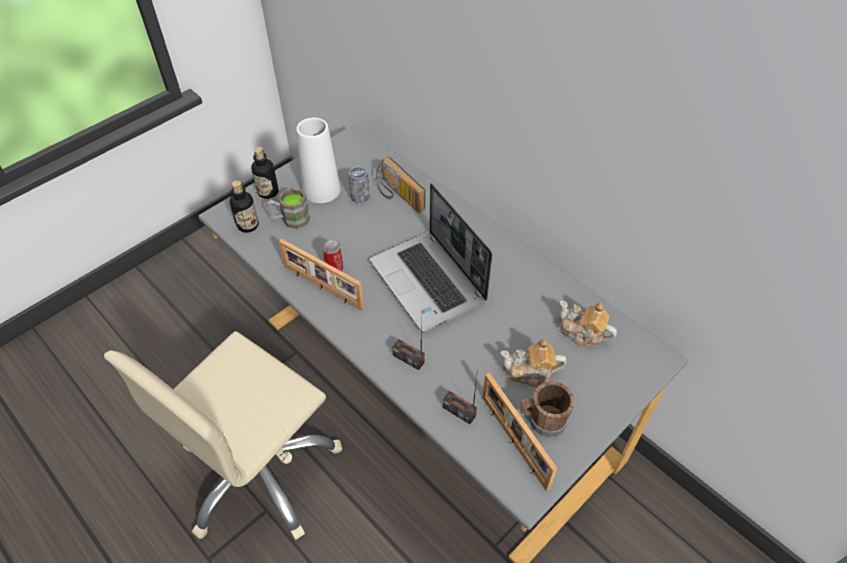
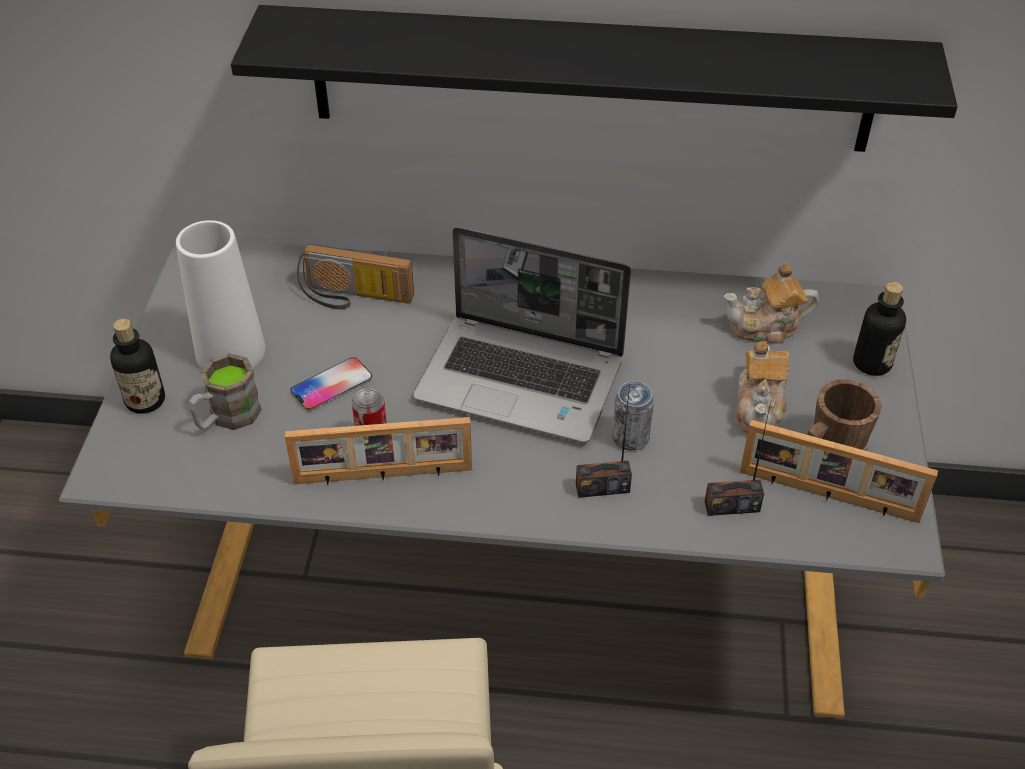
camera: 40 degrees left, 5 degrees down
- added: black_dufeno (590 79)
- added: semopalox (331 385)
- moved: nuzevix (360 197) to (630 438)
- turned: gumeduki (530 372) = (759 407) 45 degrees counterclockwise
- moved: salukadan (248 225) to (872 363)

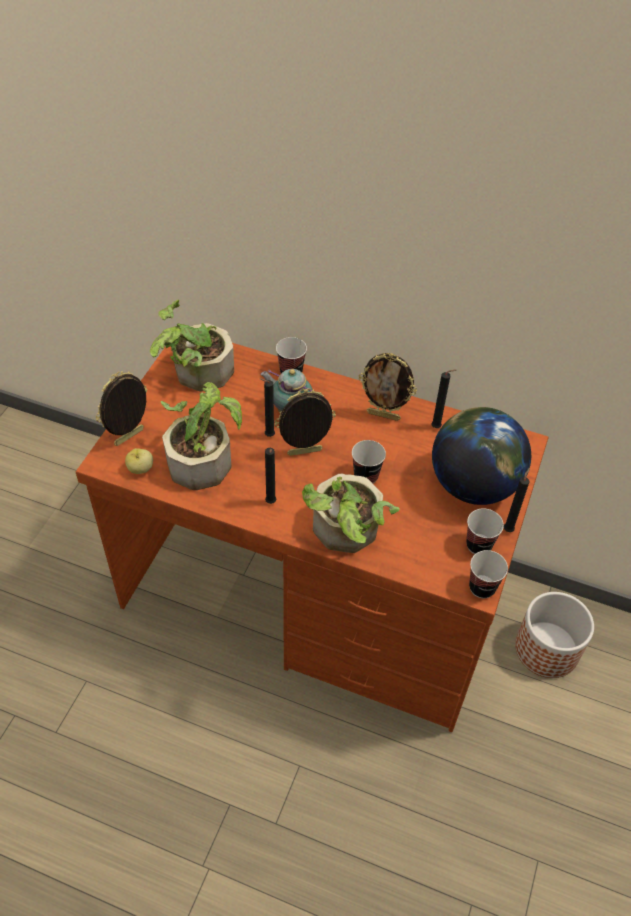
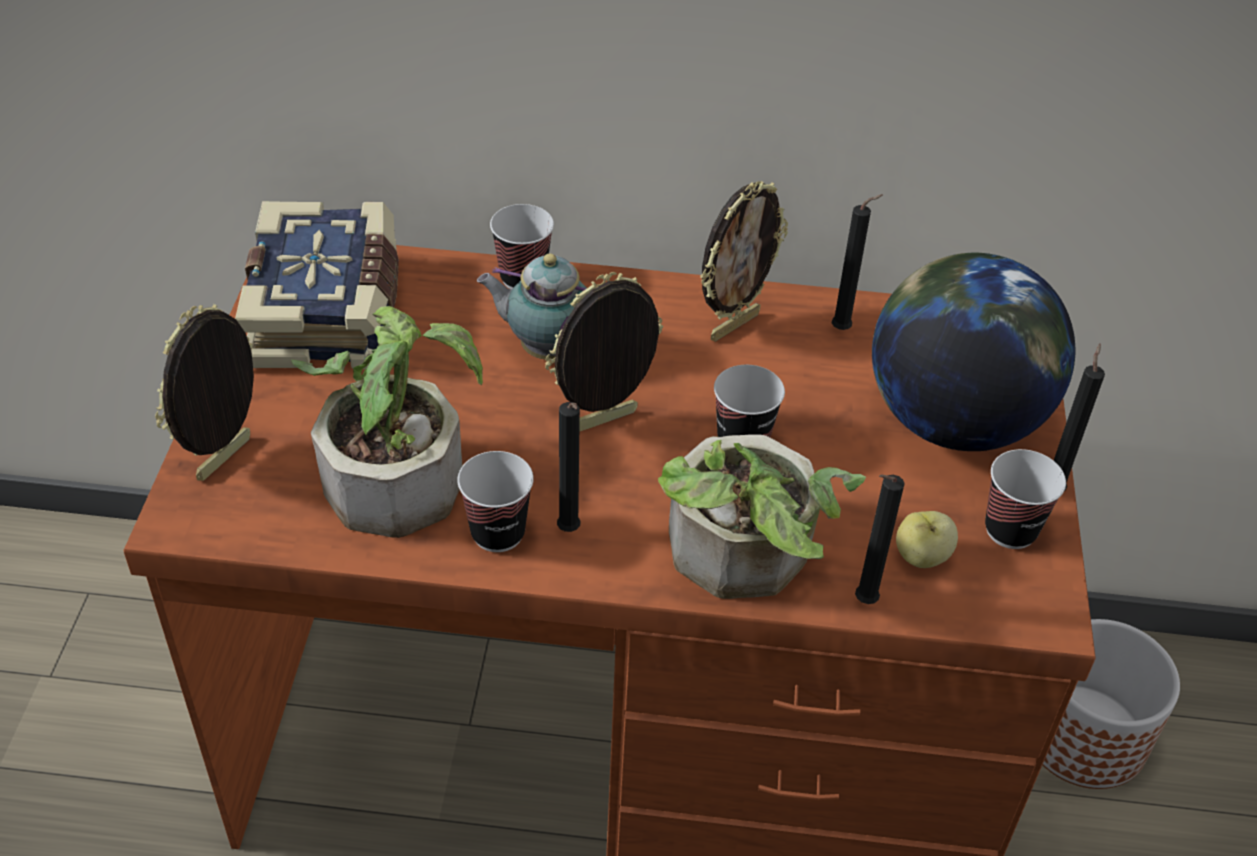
camera: 15 degrees left, 5 degrees down
- replaced: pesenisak (196 373) to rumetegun (329 311)
- moved: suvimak (482 587) to (498 533)
- turned: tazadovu (383 415) = (733 325) 45 degrees counterclockwise
- moved: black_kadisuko (268 435) to (862 602)
- moved: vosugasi (140 469) to (921 557)

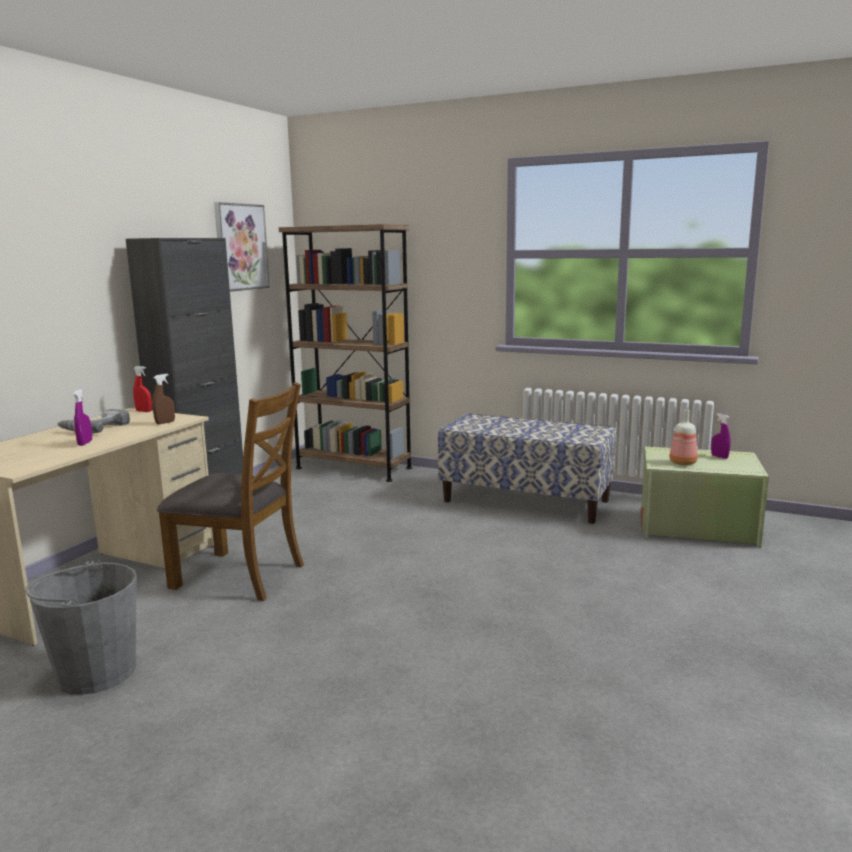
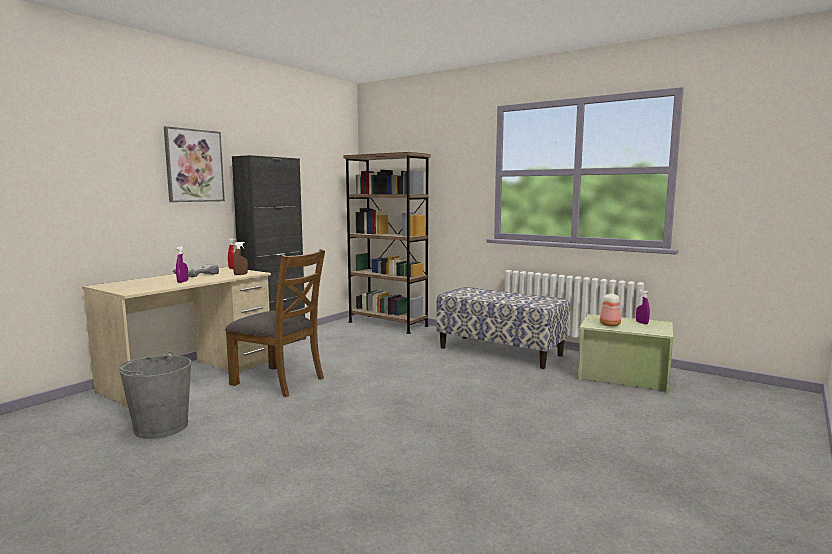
camera: 10 degrees right, 5 degrees down
- moved: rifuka (241 247) to (194 166)

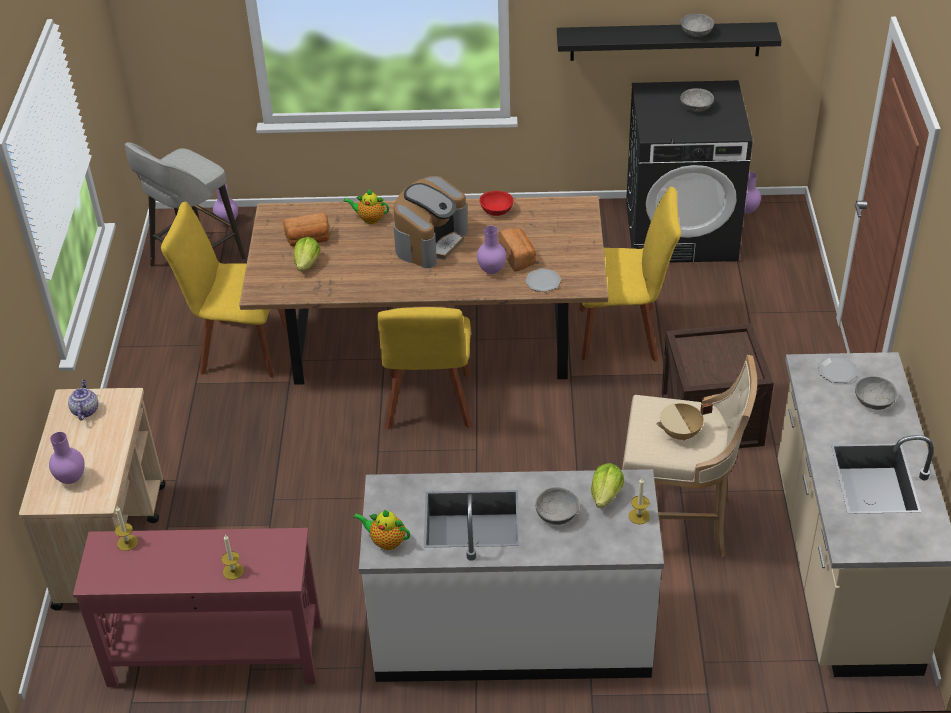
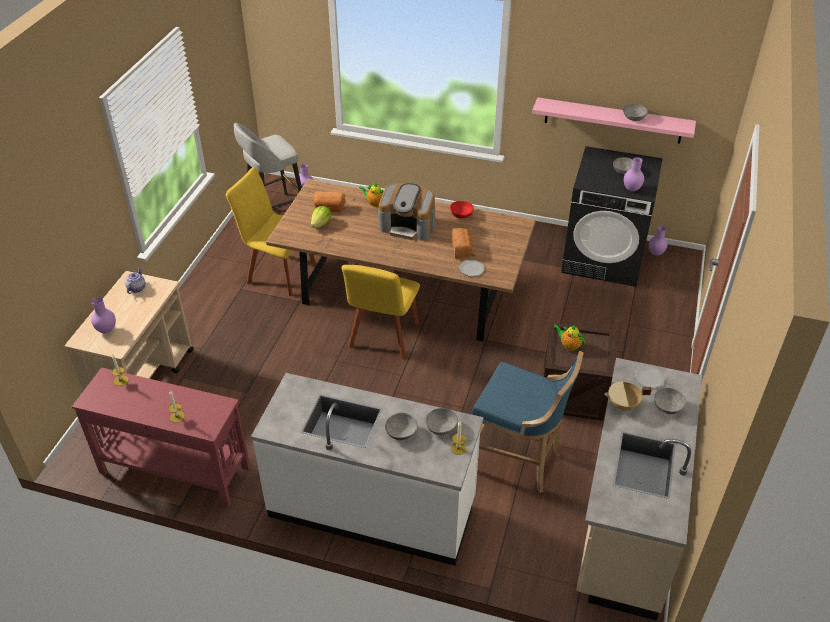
camera: 15 degrees right, 0 degrees up
- turned: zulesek (430 241) = (408 226) 60 degrees clockwise
- replaced: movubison (606 495) to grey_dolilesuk (442 427)
- recoloured: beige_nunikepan (677 524) to blue_nunikepan (518 461)
- recoloured: black_dufeno (665 41) to pink_dufeno (613 120)
- moved: gumeduki (386 541) to (569 345)
- moved: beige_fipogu (681 434) to (623 405)
- moved: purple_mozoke (492 271) to (632 189)
- removed: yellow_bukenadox (623 333)

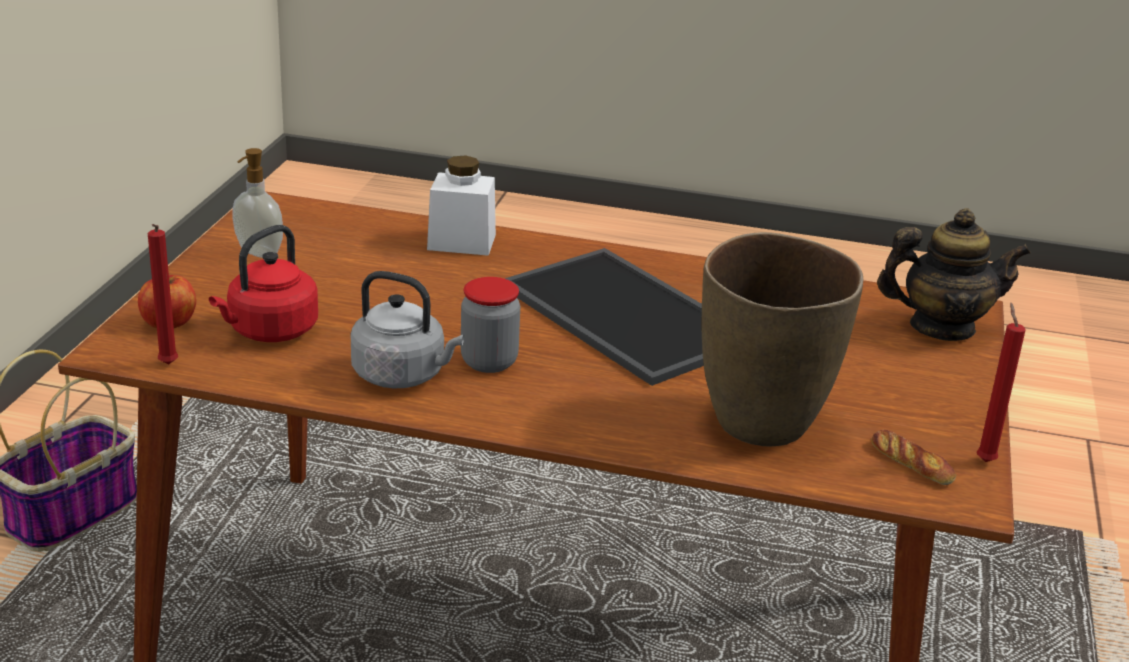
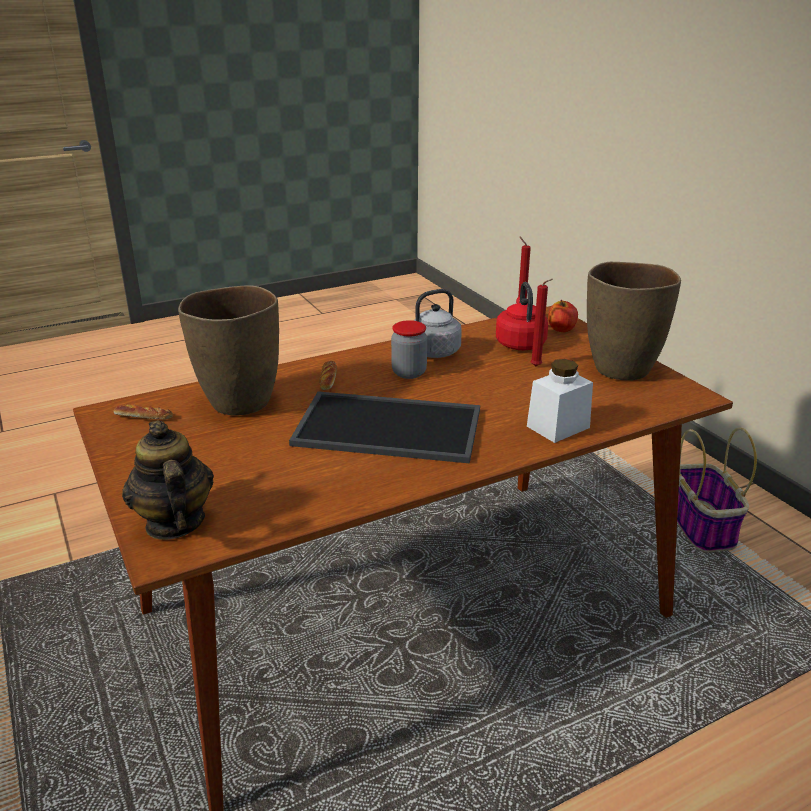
camera: 140 degrees right, 0 degrees up
- turned: gumeduki (941 328) = (174 523) 105 degrees clockwise
- added: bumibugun (328 379)
- moved: red_kadisuko (984 459) to (537 367)
- replaced: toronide (258 253) to brown_mozoke (620 369)

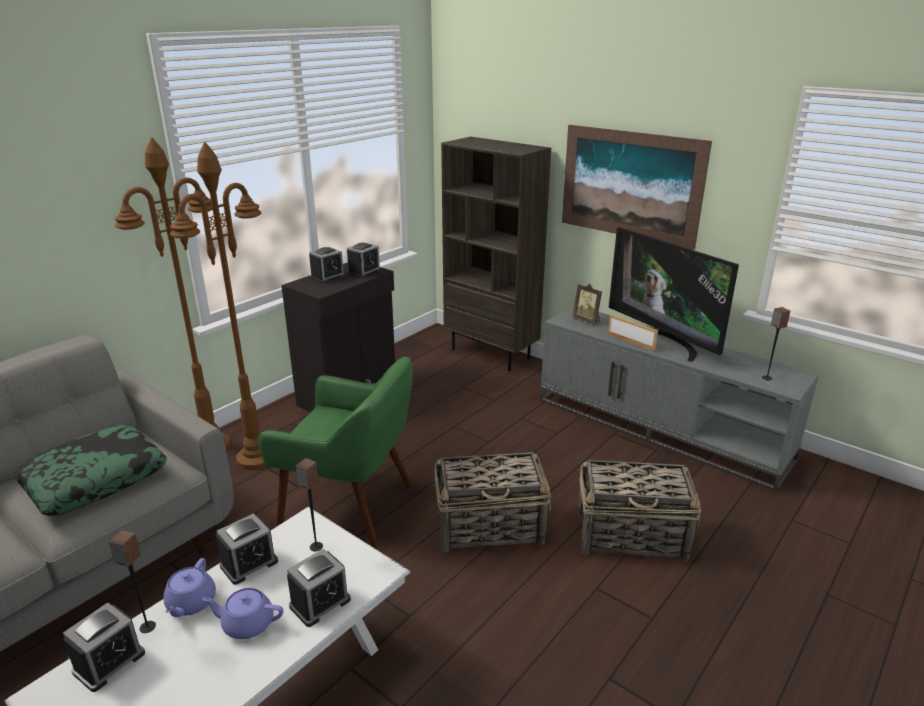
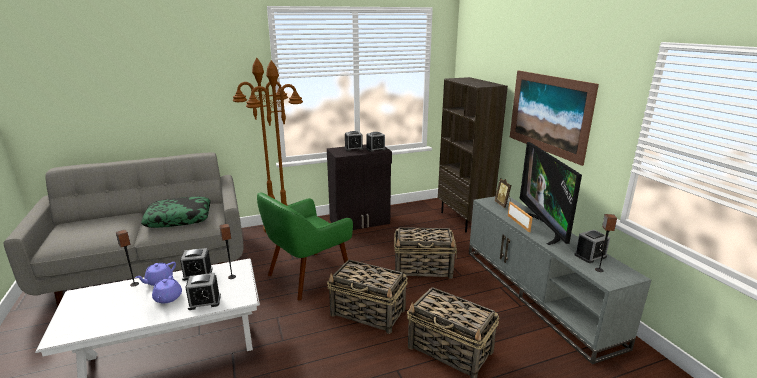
camera: 30 degrees right, 5 degrees down
- turned: purple_gumeduki (247 624) = (168 298) 135 degrees counterclockwise
- turned: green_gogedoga (350 506) = (307 276) 90 degrees clockwise
- added: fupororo (423 268)
- moved: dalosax (109 662) to (590 256)

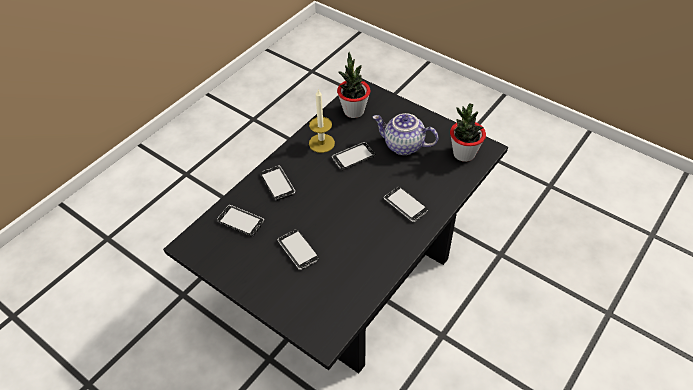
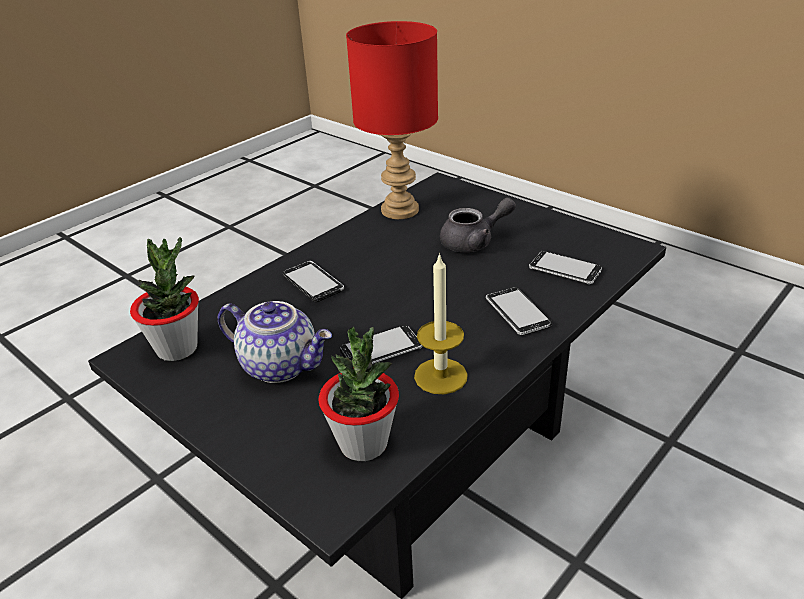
camera: 175 degrees left, 15 degrees down
- added: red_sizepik (401 210)
- replaced: semopalox (298 250) to grey_gumeduki (474 242)

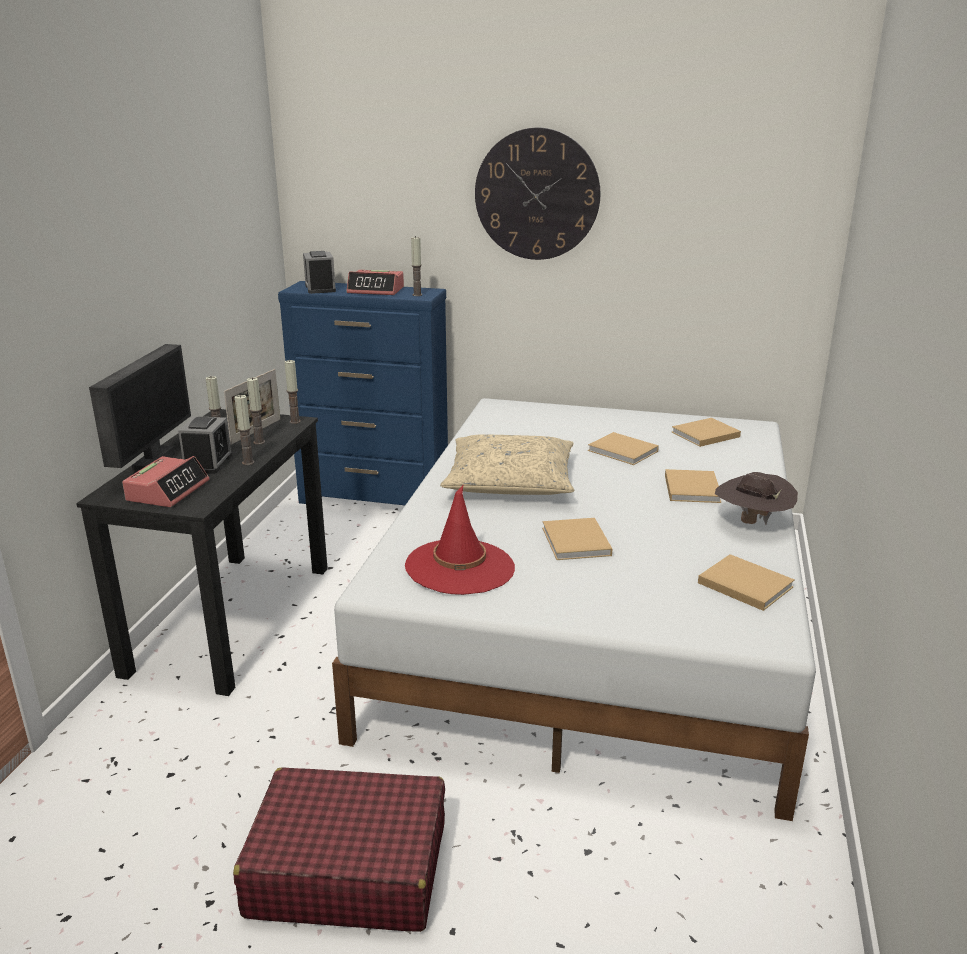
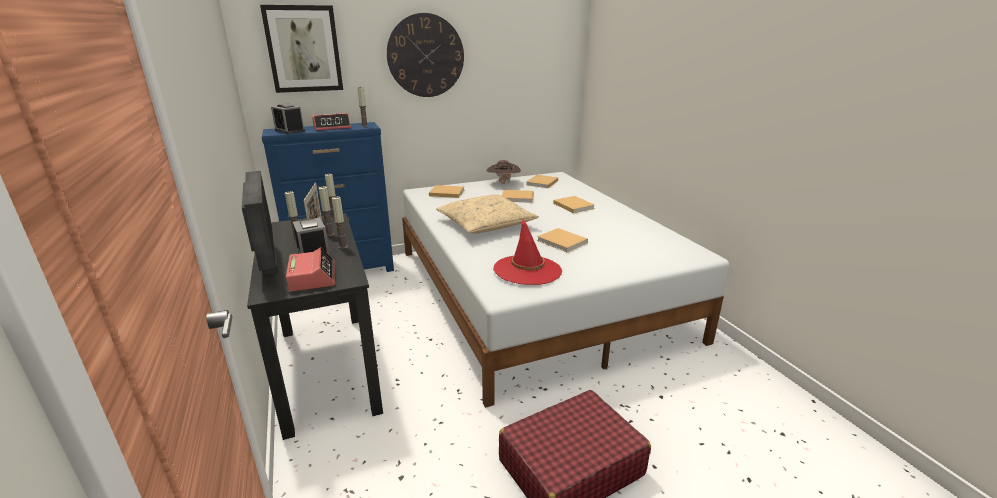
camera: 35 degrees left, 0 degrees up
- added: rifuka (303 49)
- moved: beige_rumetegun (743 584) to (446 193)
- moved: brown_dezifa (751 523) to (503 183)

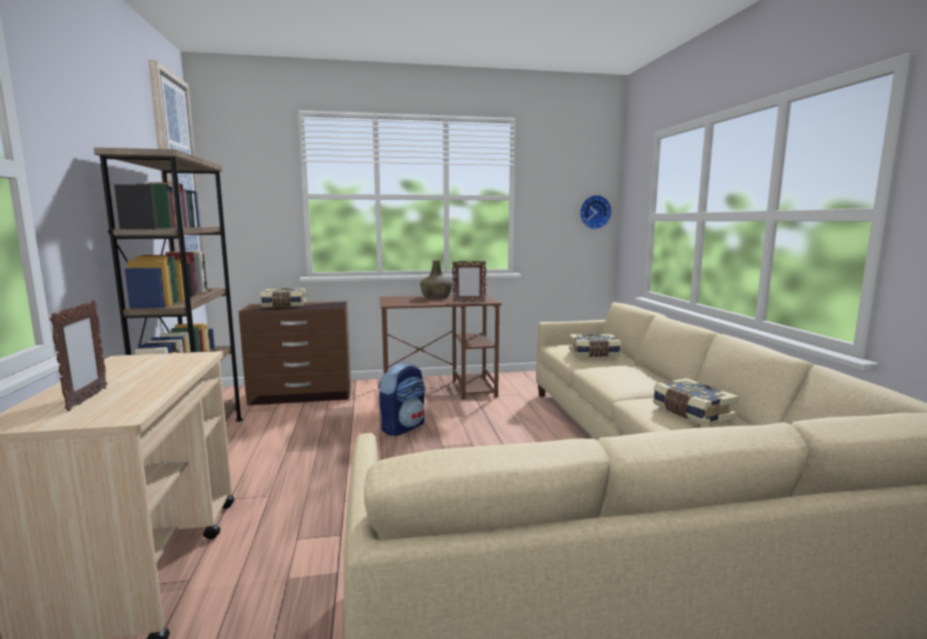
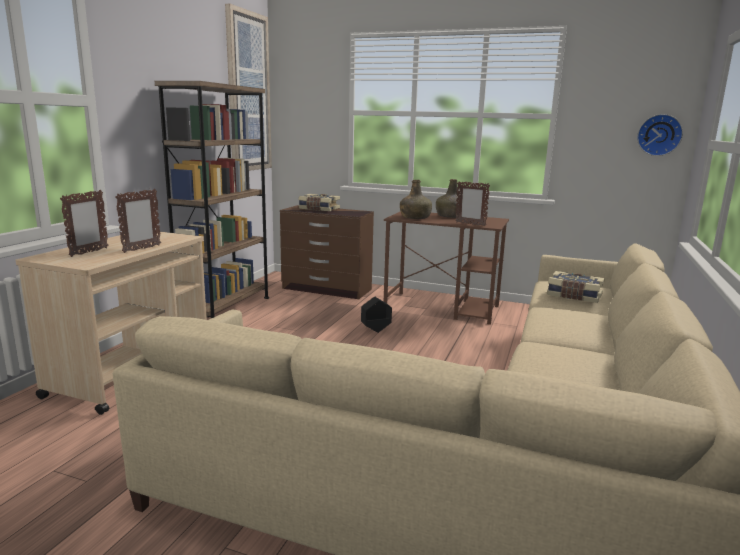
camera: 30 degrees right, 5 degrees up
- added: tazadovu (141 249)
- replaced: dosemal (403 427) to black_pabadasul (375 330)
- added: green_salukadan (415 217)
- removed: rumetegun (691 413)

